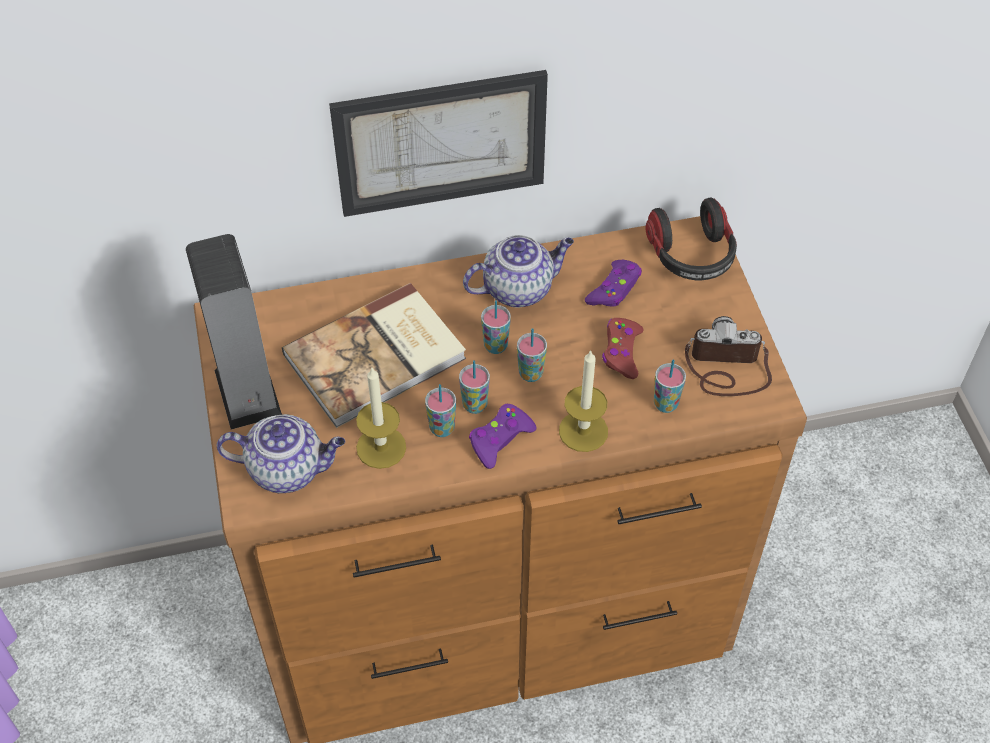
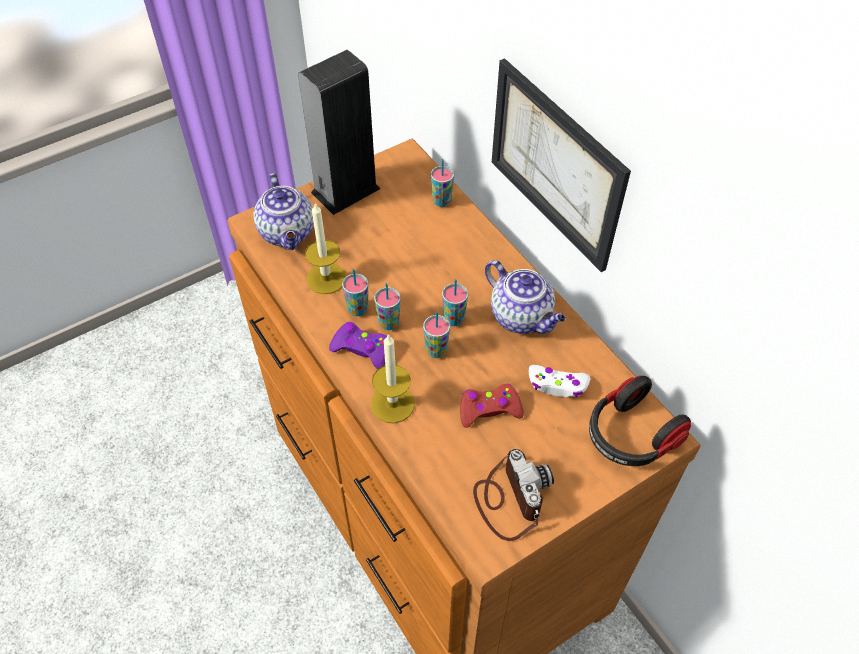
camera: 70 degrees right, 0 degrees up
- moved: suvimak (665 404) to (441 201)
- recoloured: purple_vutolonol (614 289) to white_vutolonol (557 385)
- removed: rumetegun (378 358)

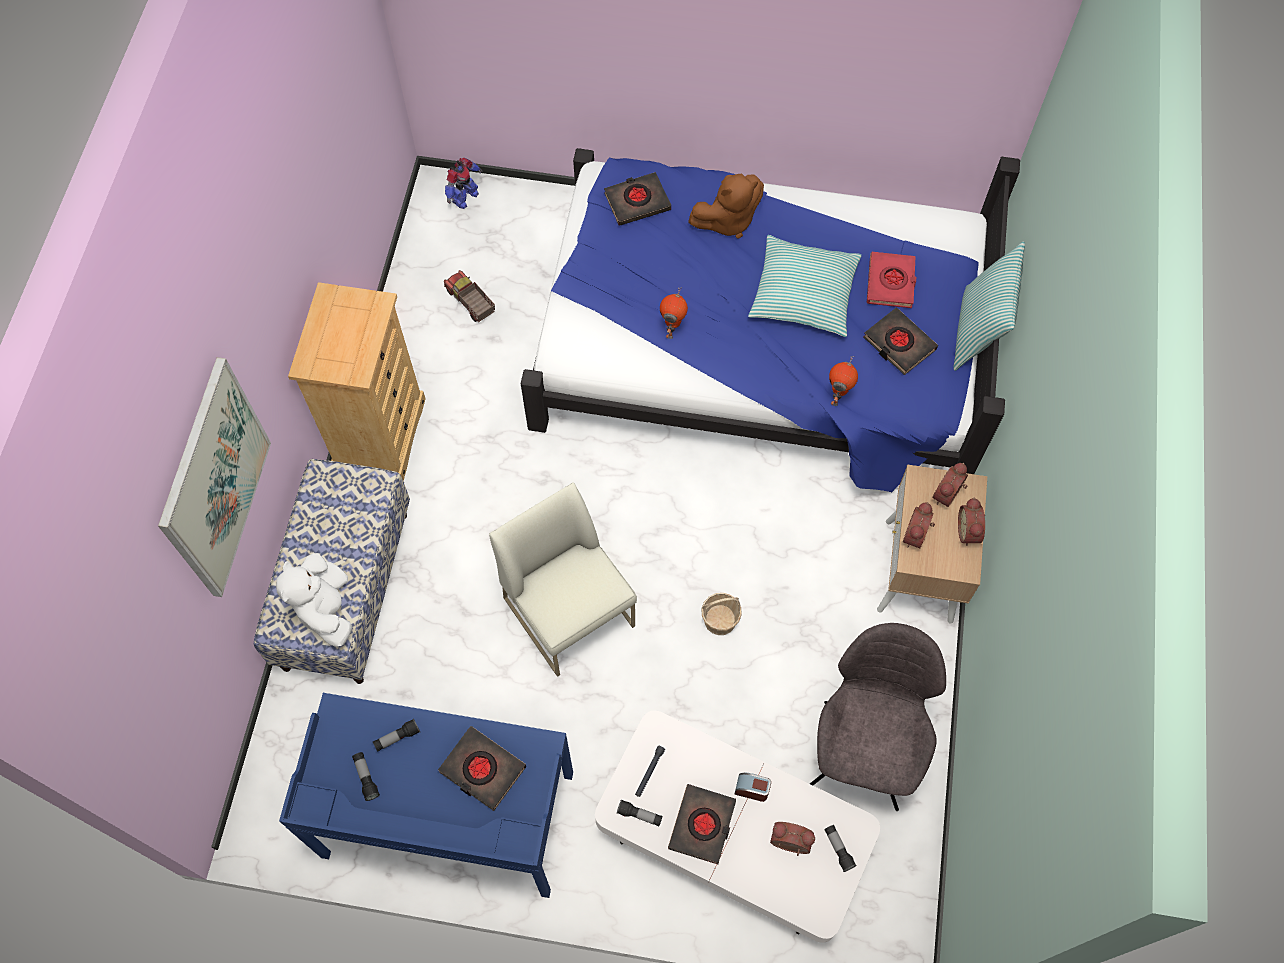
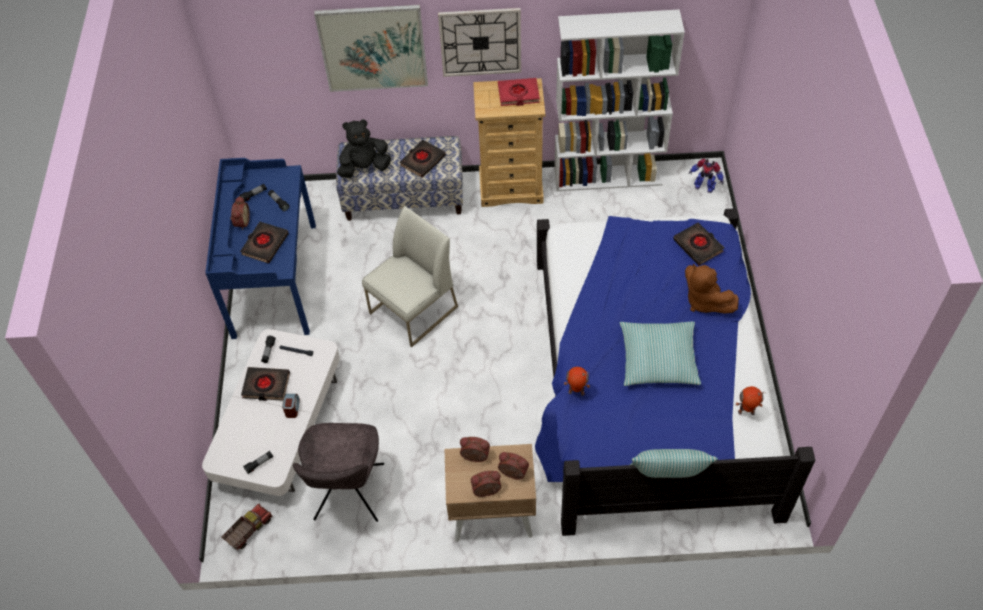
camera: 80 degrees right, 10 degrees down
- moved: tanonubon (470 303) to (249 530)
- moved: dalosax (789 844) to (241 222)
- turned: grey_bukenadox (862 750) = (348 495) 90 degrees clockwise
- recoloured: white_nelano (326 609) to black_nelano (364 168)
- moved: black_rumetegun (899 344) to (422 161)
- added: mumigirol (480 42)
- moved: red_rumetegun (891 283) to (518 94)
- added: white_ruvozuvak (608 176)
- moved: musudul (673 330) to (746 413)
- removed: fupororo (720 620)

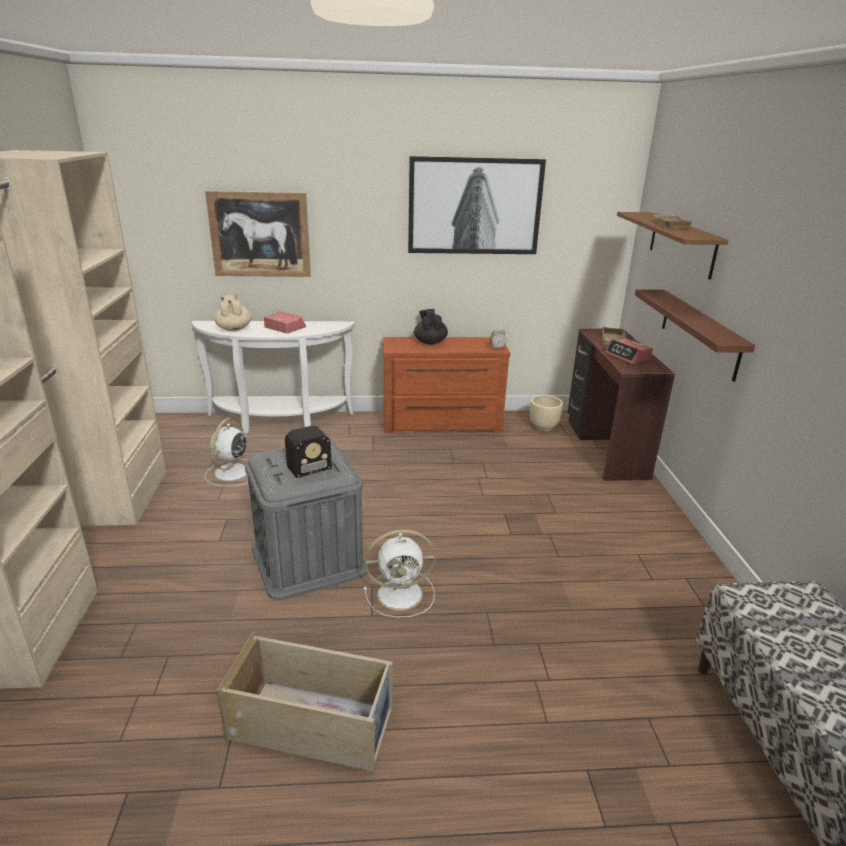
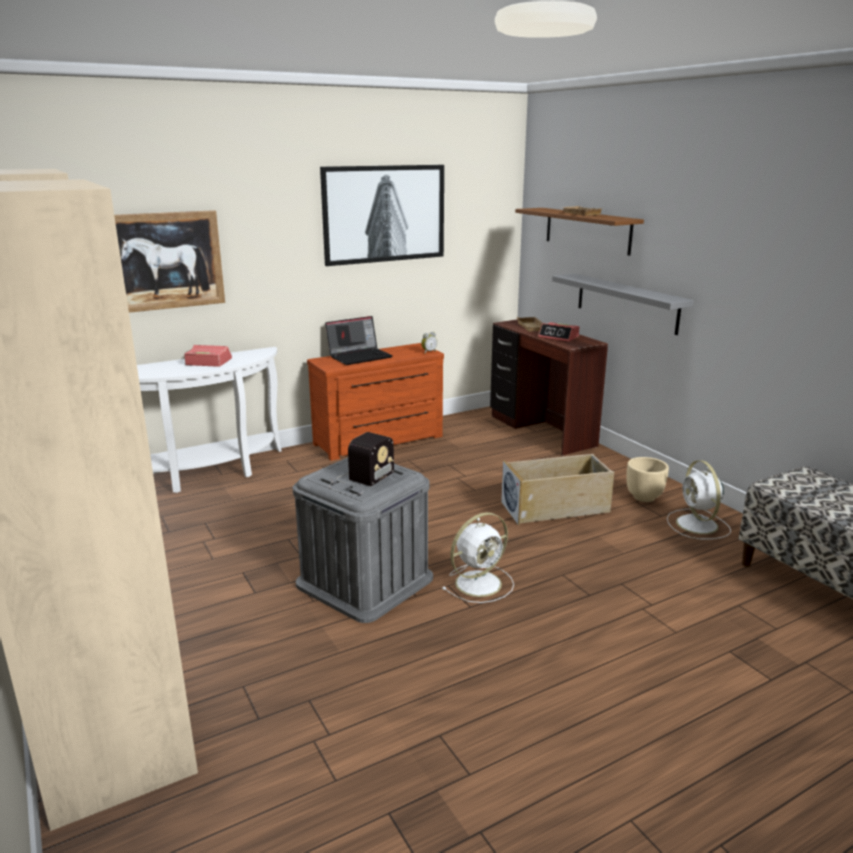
camera: 25 degrees left, 5 degrees down
- replaced: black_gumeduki (430 342) to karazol (360 356)
- moved: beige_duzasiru (313 724) to (555 507)
- recoloured: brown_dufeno (699 333) to grey_dufeno (626 303)
- moved: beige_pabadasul (543 427) to (644 497)
- moved: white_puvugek (231 473) to (698 525)
- removed: beige_gumeduki (234 329)

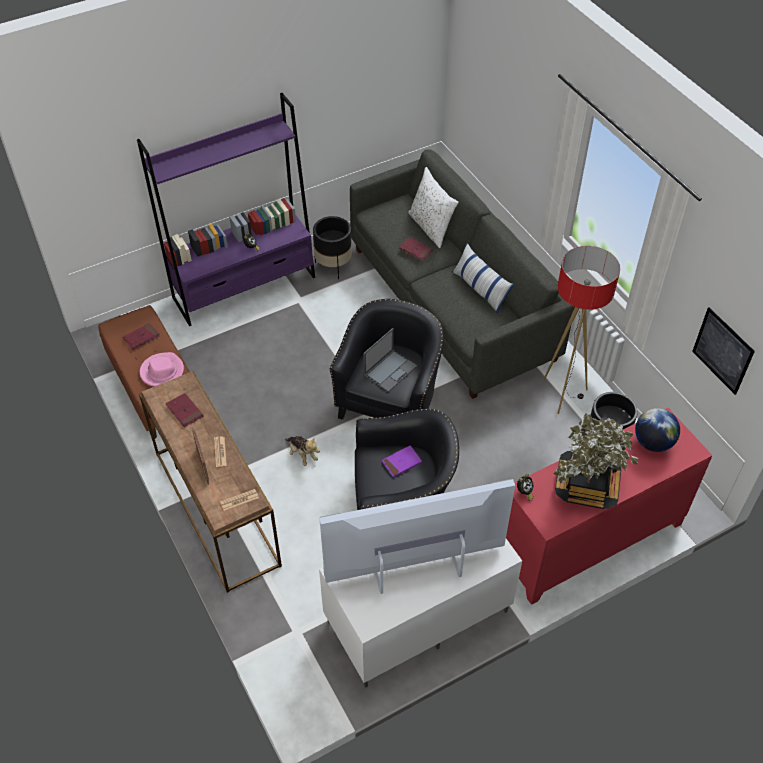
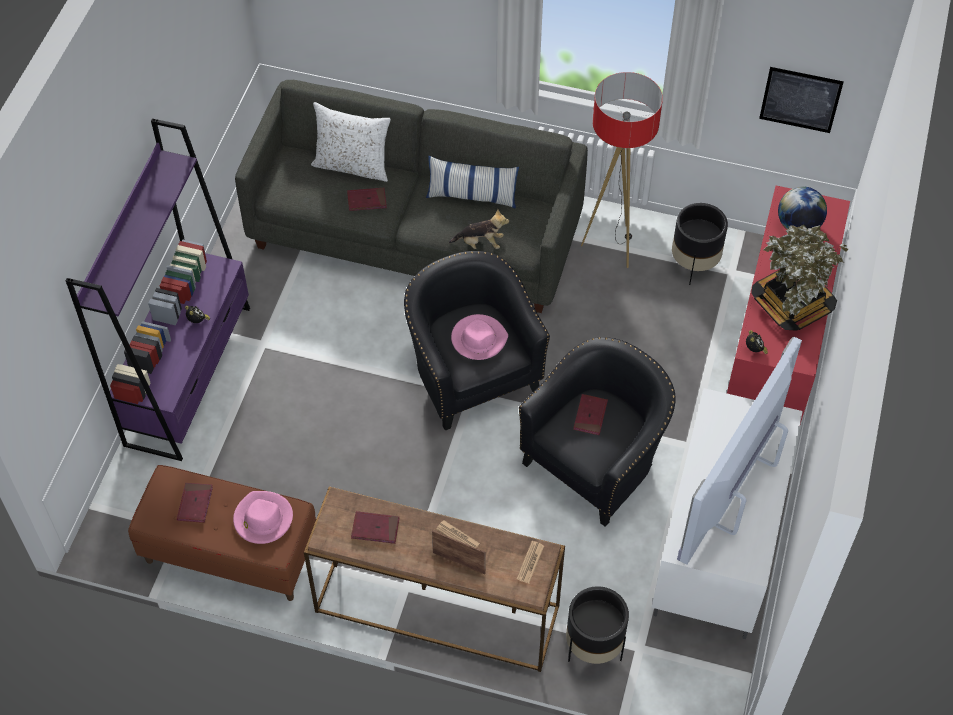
camera: 45 degrees left, 5 degrees up
- moved: nelano (302 454) to (480 243)
- replaced: karazol (390 370) to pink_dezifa (478 339)
- moved: black_pabadasul (333 266) to (593 647)
- recoloured: purple_rumetegun (401 462) to red_rumetegun (590 416)

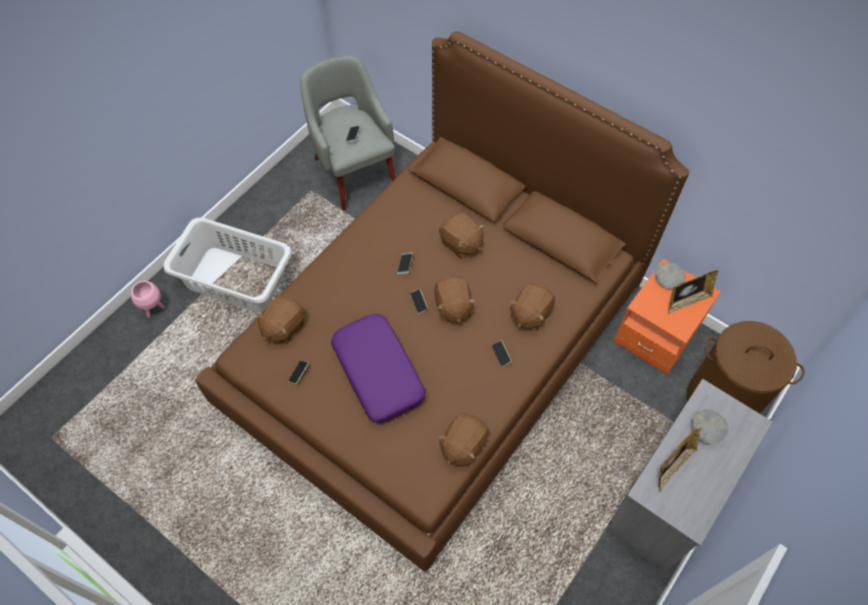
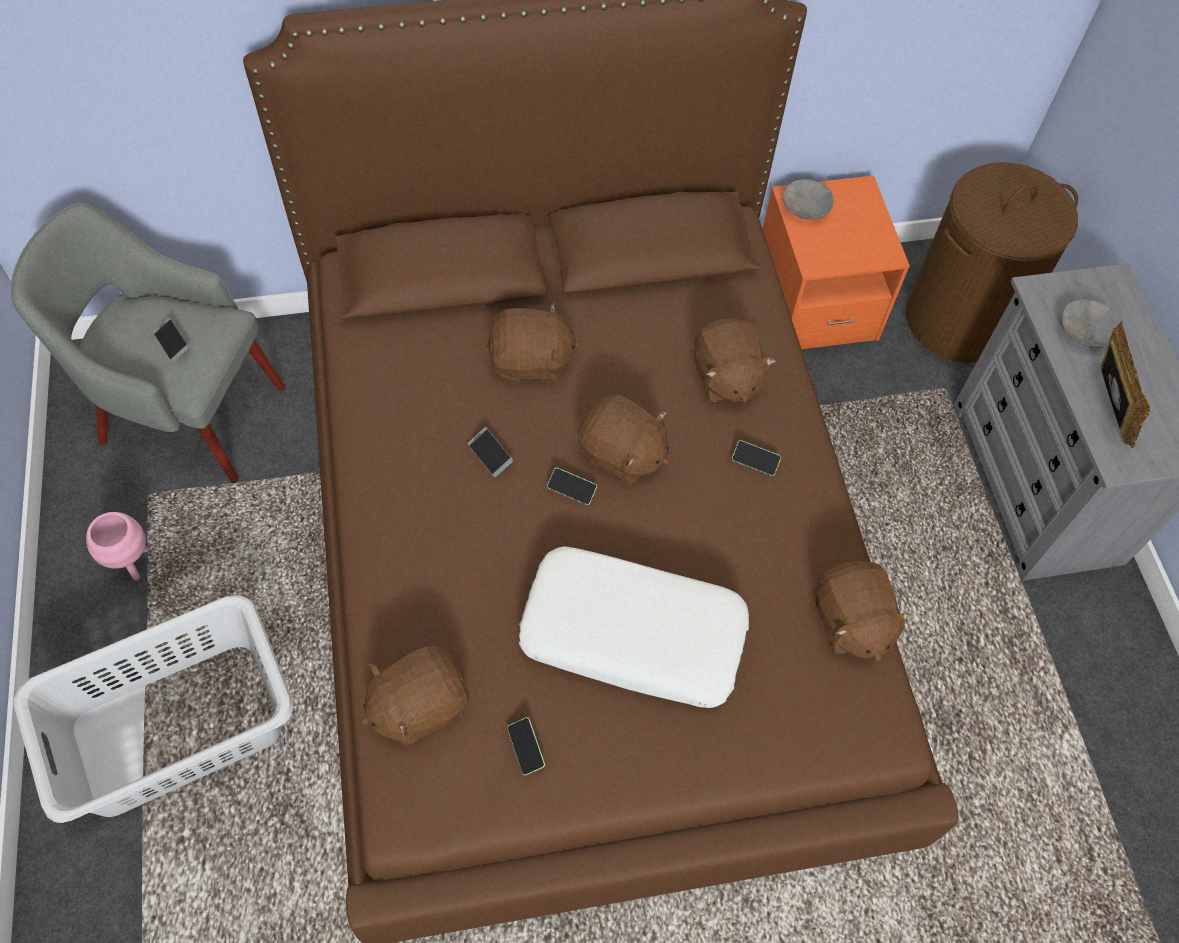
camera: 50 degrees left, 0 degrees up
- moved: pink_pabadasul (154 308) to (132 563)
- turned: brown_nelano (283 327) = (419 705) 75 degrees clockwise
- recoloured: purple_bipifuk (379 372) to white_bipifuk (633 634)
- removed: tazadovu (686 301)

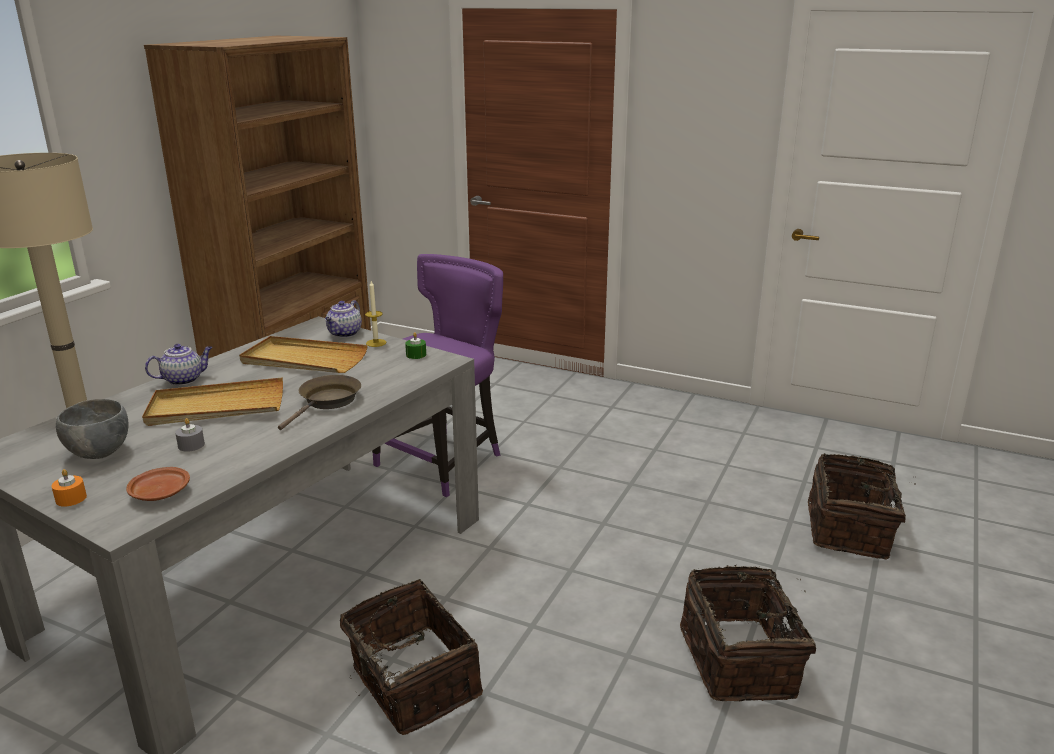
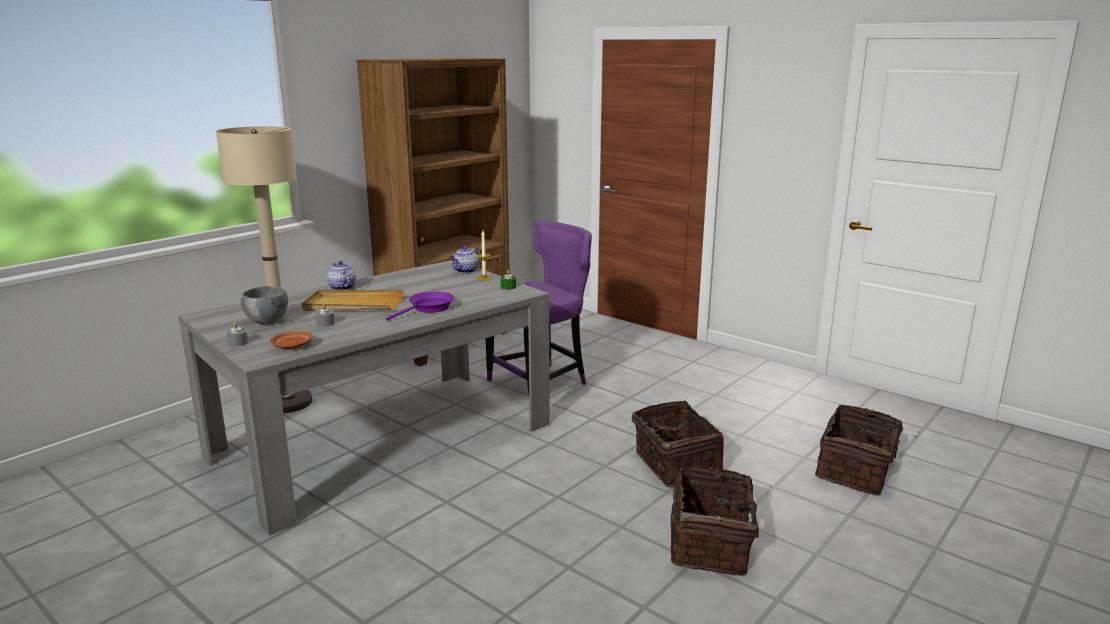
camera: 15 degrees right, 5 degrees down
- recoloured: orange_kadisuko (71 498) to grey_kadisuko (238 343)
- turned: gumeduki (184 379) = (342 287) 105 degrees counterclockwise
- recoloured: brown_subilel (327 402) to purple_subilel (428 308)
- moved: fupororo (411 683) to (674 465)
- removed: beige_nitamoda (303 360)

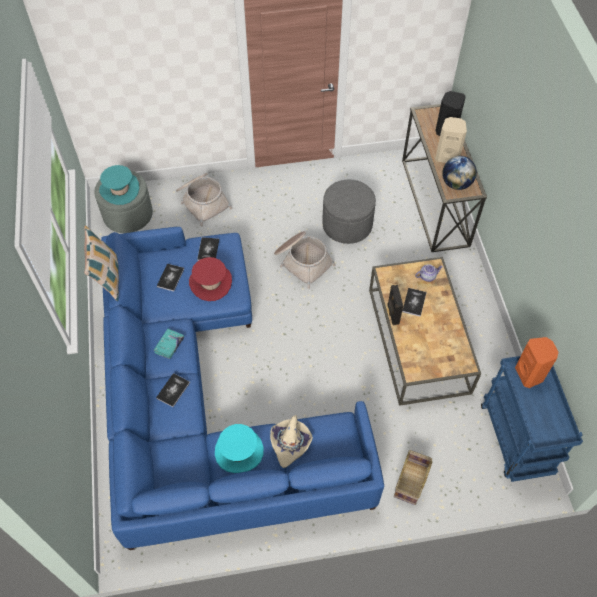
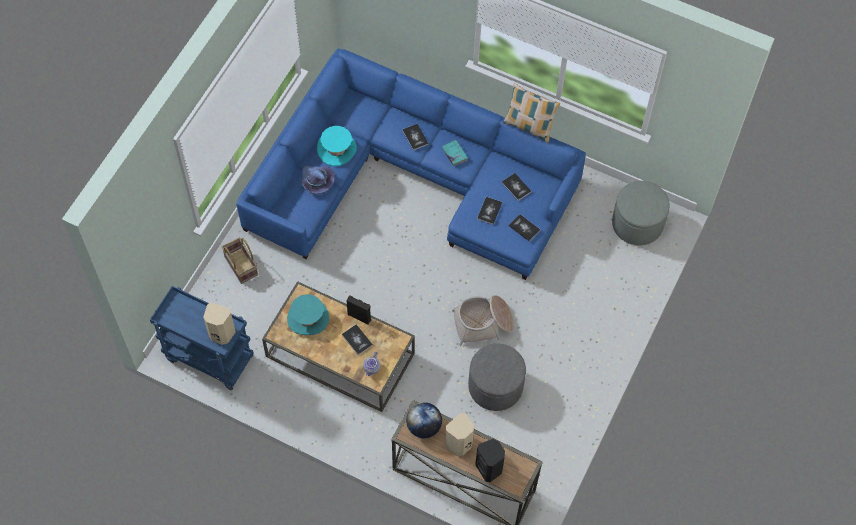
camera: 125 degrees right, 5 degrees up
- recoloured: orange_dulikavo (529 374) to beige_dulikavo (221 334)
- moved: turquoise_dezifa (120 190) to (308 318)
- recoloured: beige_dezifa (290 443) to purple_dezifa (316 182)
- replaced: red_dezifa (210 283) to rumetegun (489 211)
- removed: fupororo (202 201)

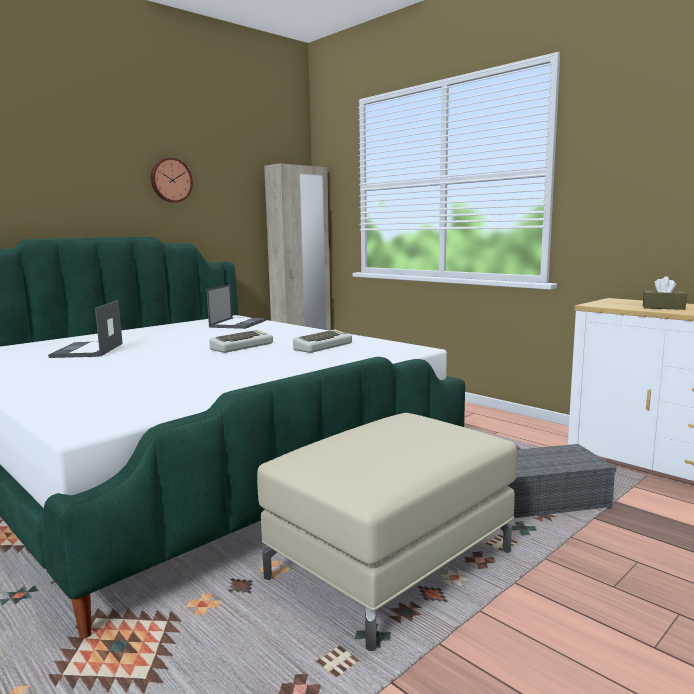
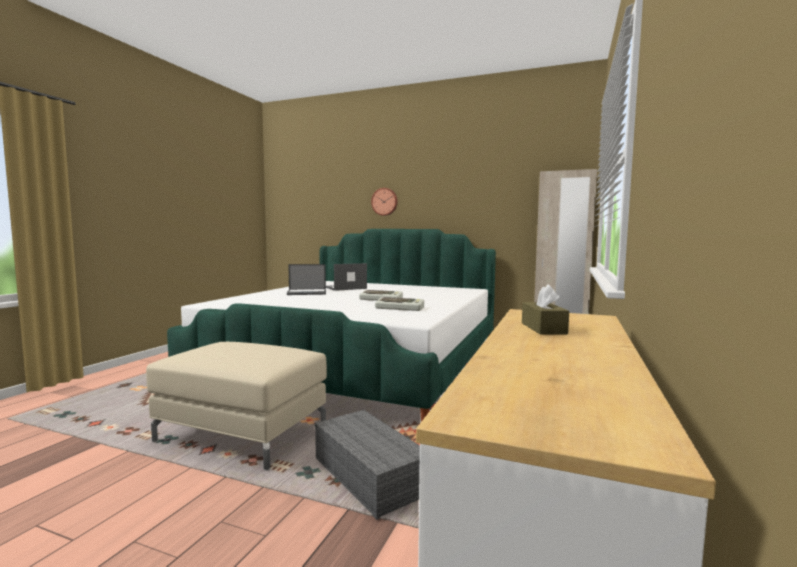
camera: 65 degrees right, 5 degrees down
- moved: karazol (238 323) to (307 292)
- moved: mumigirol (170 180) to (384 201)

